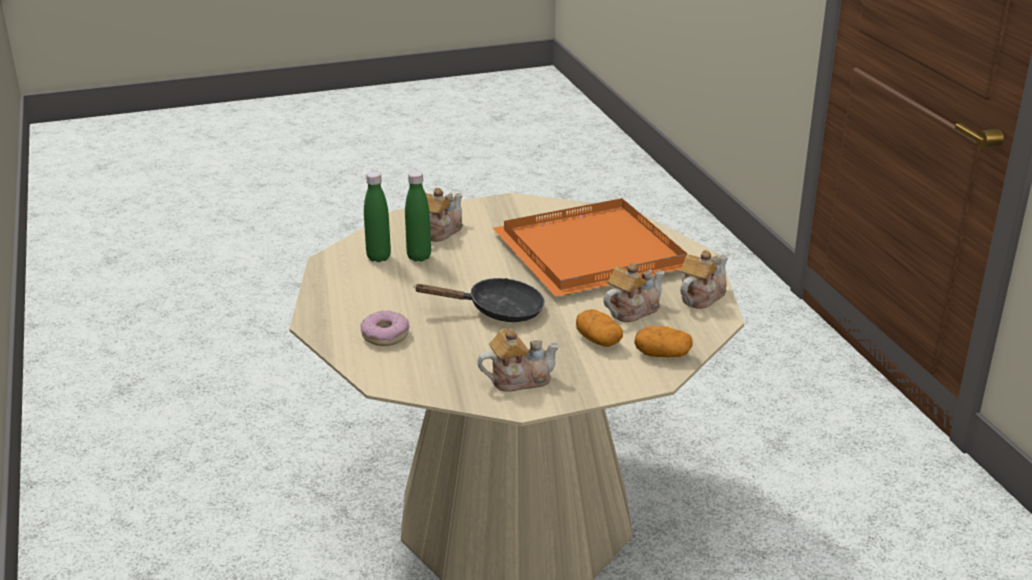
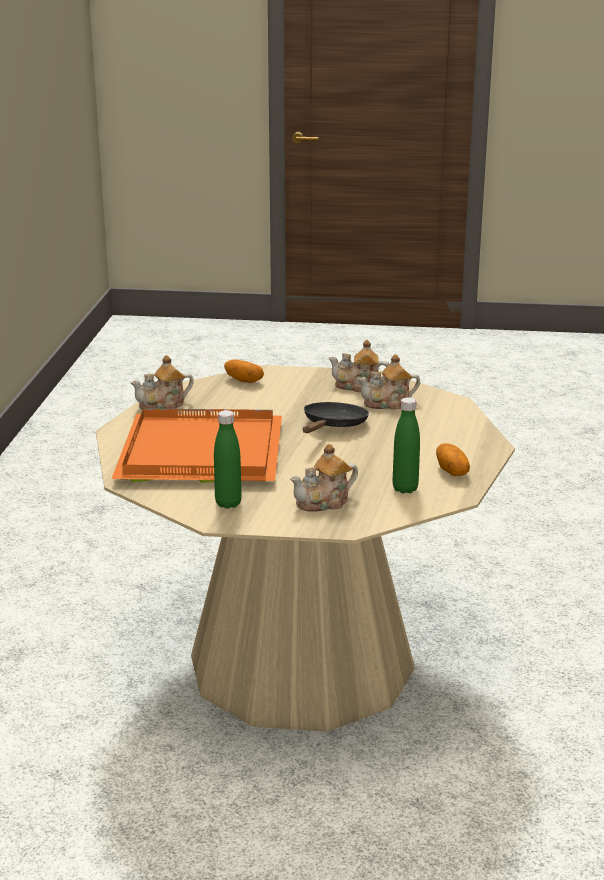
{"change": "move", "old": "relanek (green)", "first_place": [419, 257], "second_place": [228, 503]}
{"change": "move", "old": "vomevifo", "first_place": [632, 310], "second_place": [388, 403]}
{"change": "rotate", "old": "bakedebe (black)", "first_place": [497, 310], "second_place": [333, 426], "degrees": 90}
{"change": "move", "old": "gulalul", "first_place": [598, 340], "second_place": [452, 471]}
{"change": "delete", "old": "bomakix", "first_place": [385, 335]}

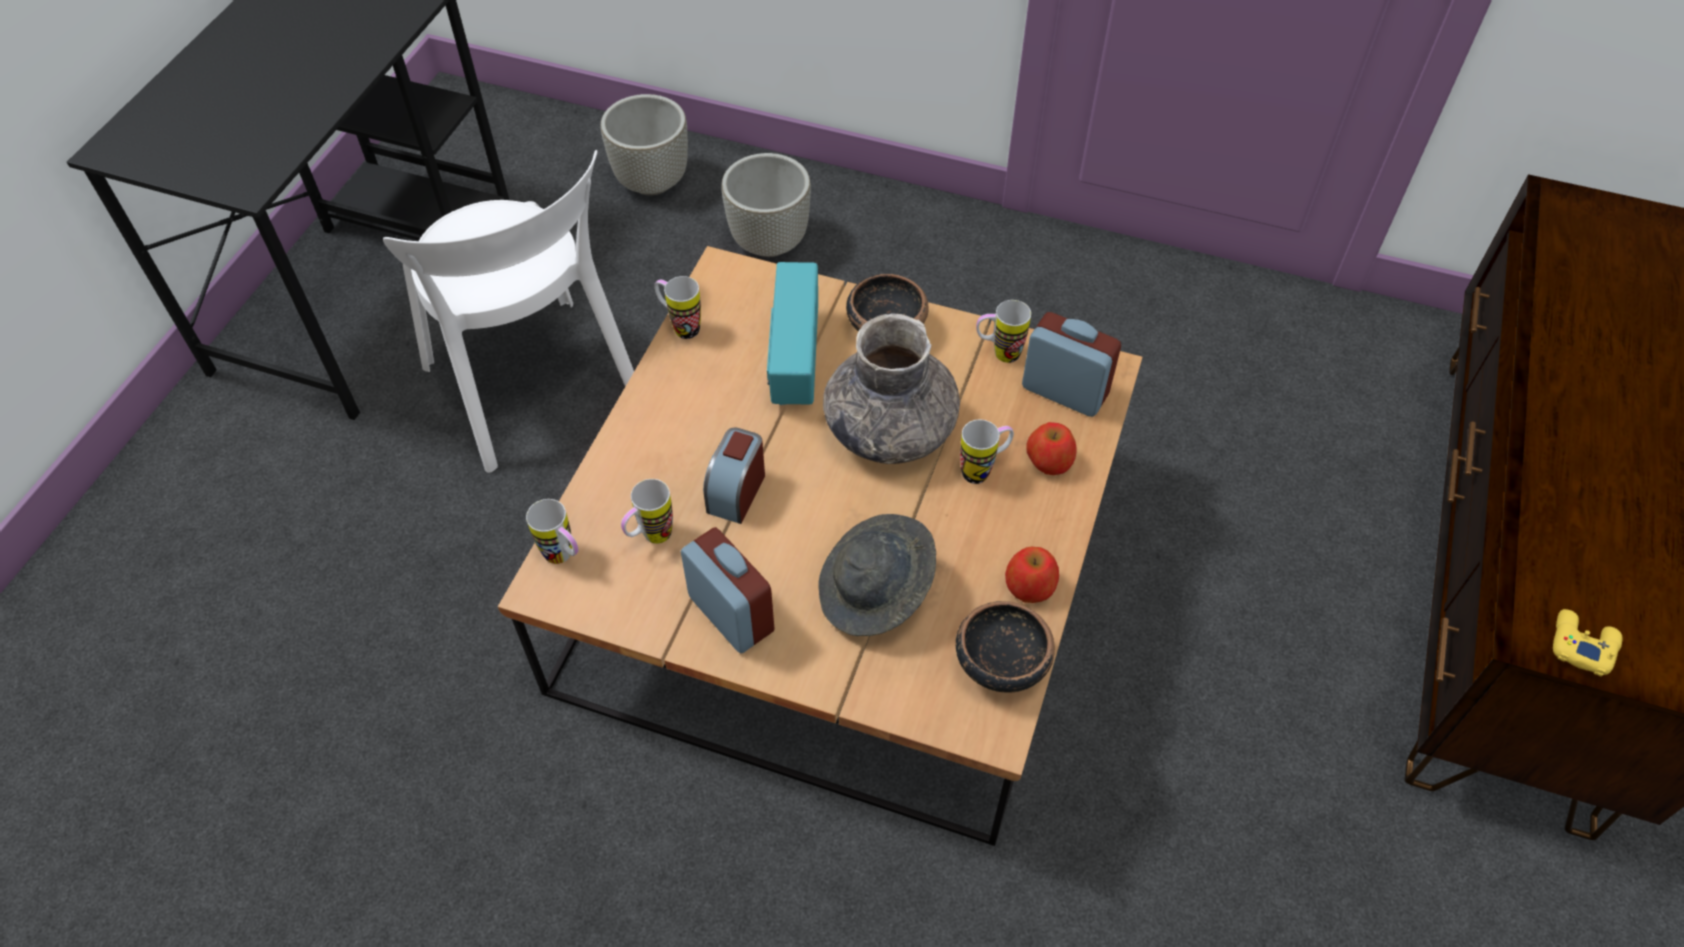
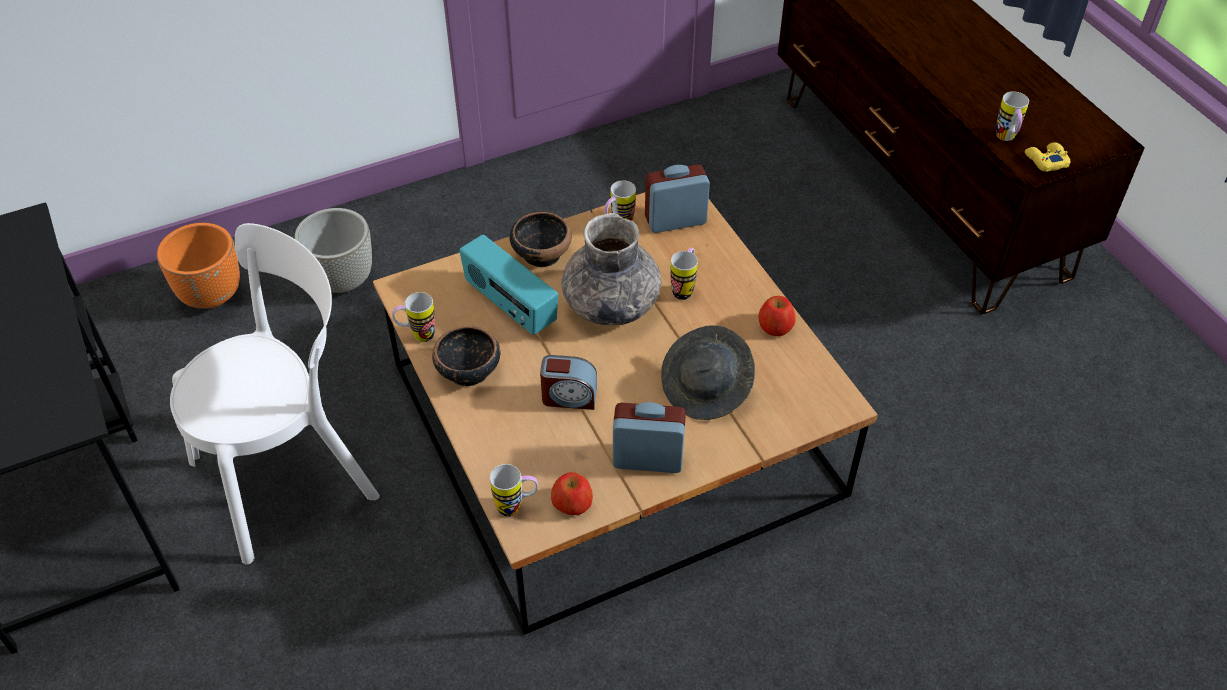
{"change": "recolor", "old": "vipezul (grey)", "new": "vipezul (orange)", "first_place": [653, 182], "second_place": [212, 295]}
{"change": "rotate", "old": "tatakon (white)", "first_place": [536, 389], "second_place": [292, 474], "degrees": -45}
{"change": "move", "old": "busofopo", "first_place": [1049, 460], "second_place": [572, 503]}
{"change": "rotate", "old": "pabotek", "first_place": [736, 491], "second_place": [569, 397], "degrees": -60}
{"change": "move", "old": "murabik", "first_place": [650, 538], "second_place": [1006, 139]}
{"change": "move", "old": "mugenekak", "first_place": [1000, 664], "second_place": [468, 371]}

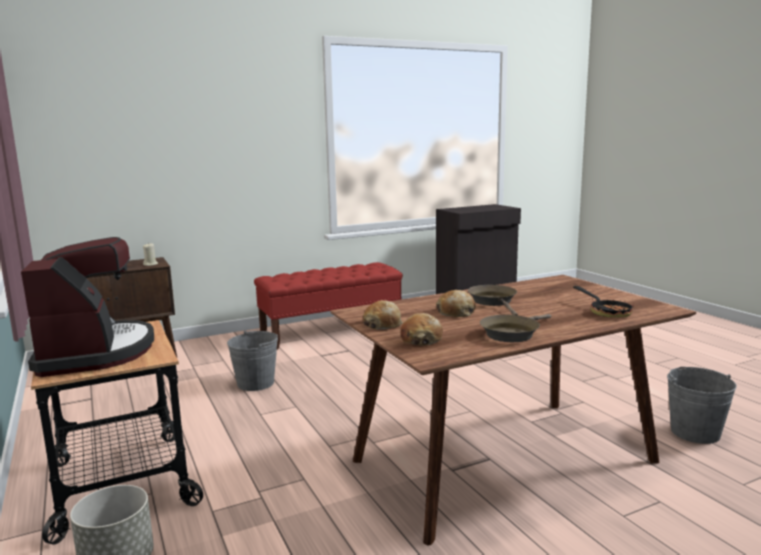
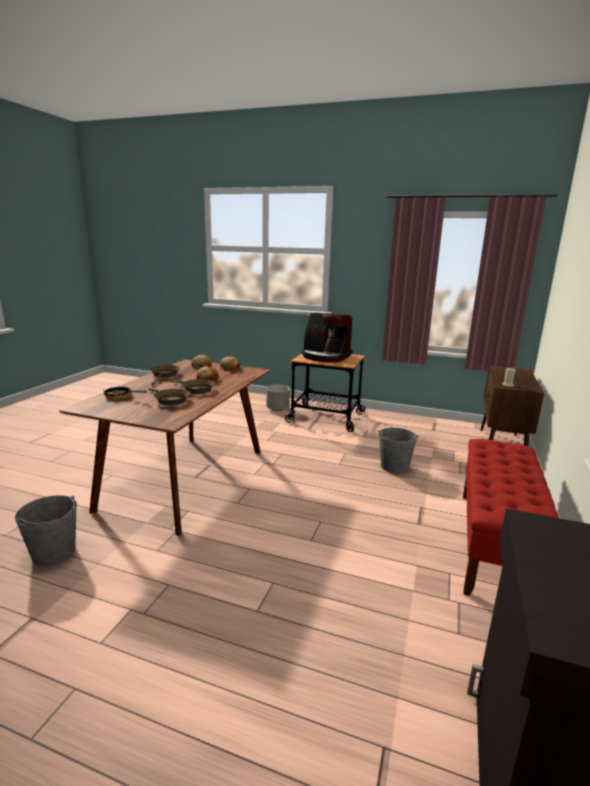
{"change": "insert", "new": "bakedebe (brown)", "second_place": [170, 400]}

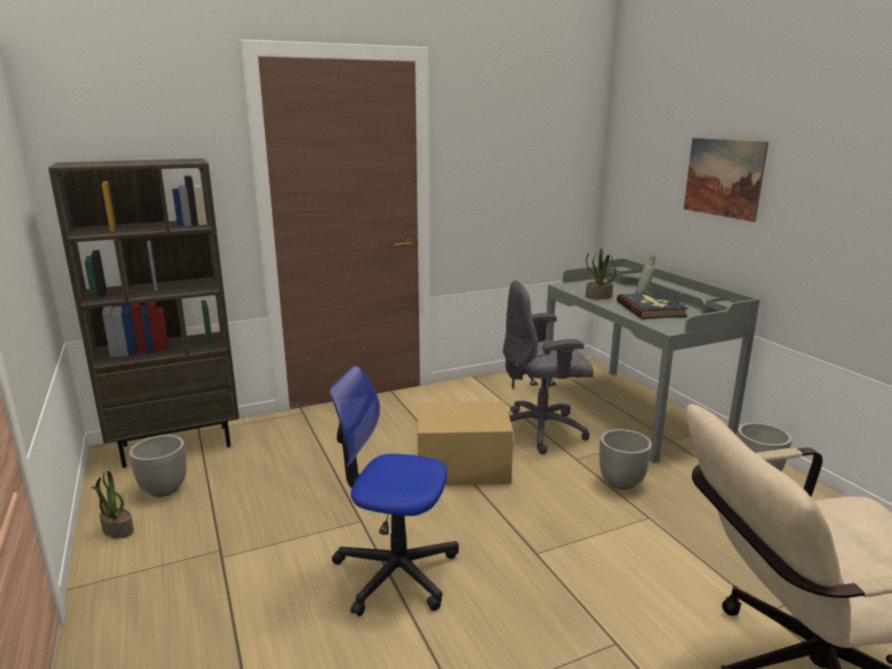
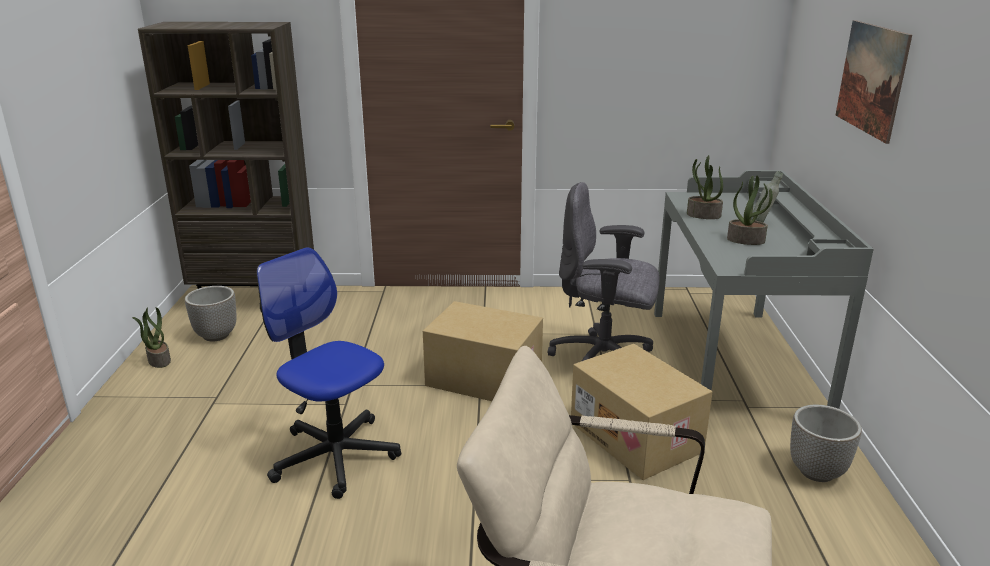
{"change": "replace", "old": "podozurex", "new": "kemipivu", "first_place": [651, 309], "second_place": [746, 240]}
{"change": "replace", "old": "vipezul", "new": "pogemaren", "first_place": [622, 482], "second_place": [637, 437]}

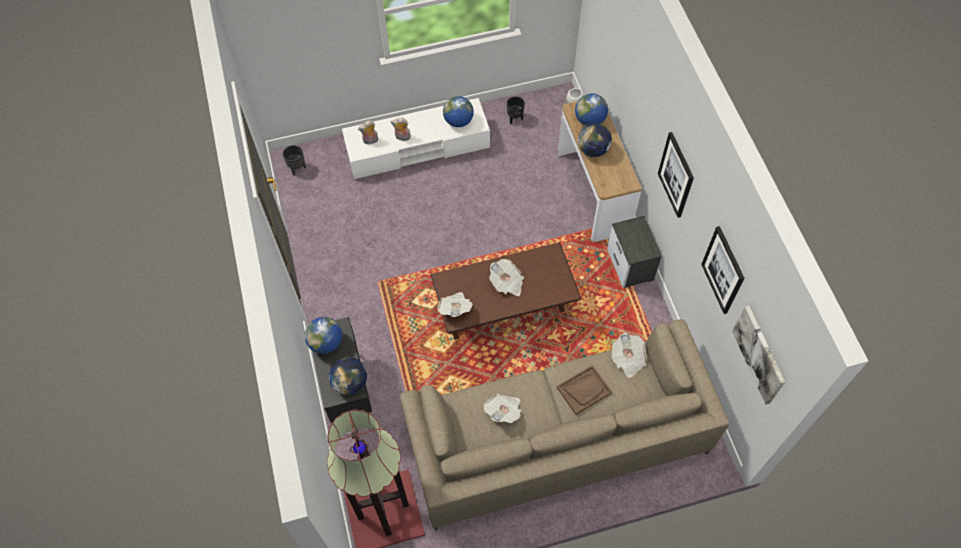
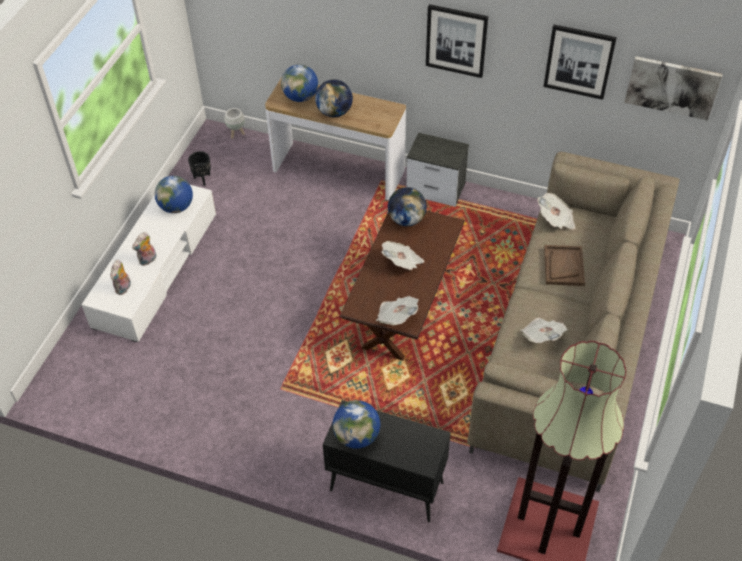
{"change": "delete", "old": "vipezul (black)", "first_place": [297, 168]}
{"change": "move", "old": "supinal", "first_place": [350, 382], "second_place": [406, 219]}

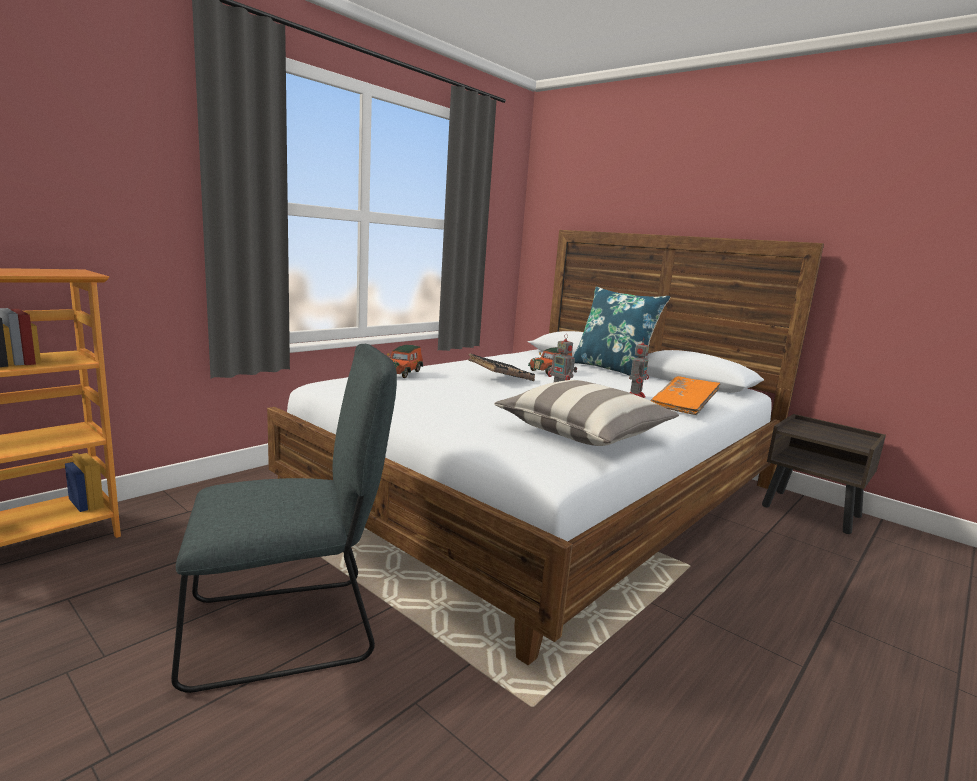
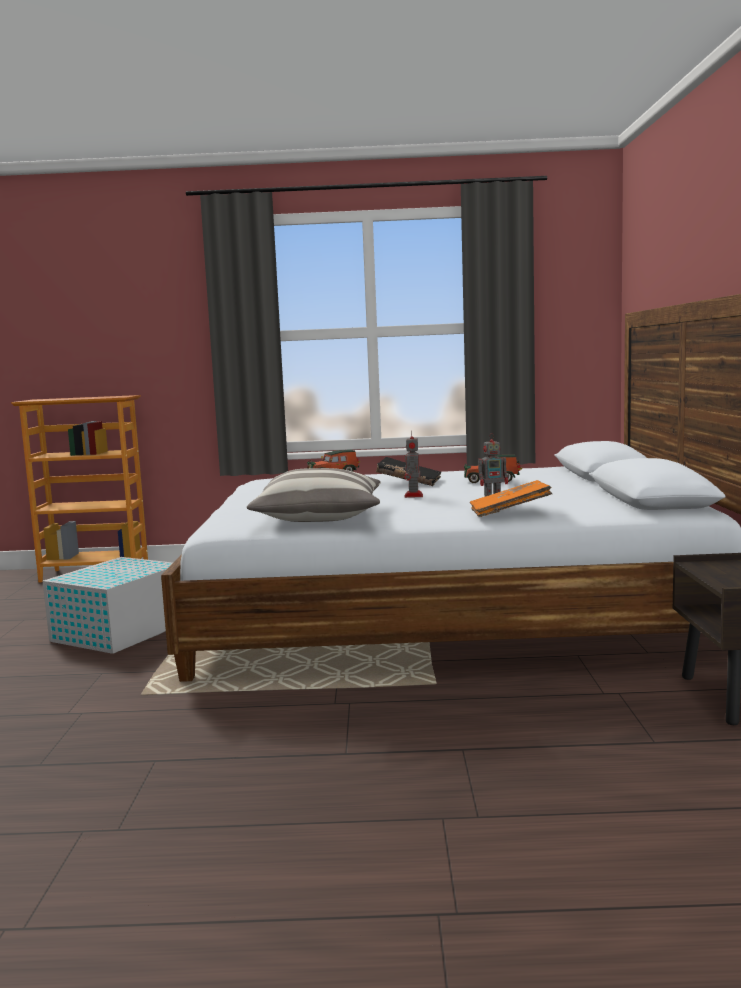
{"change": "delete", "old": "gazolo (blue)", "first_place": [612, 369]}
{"change": "replace", "old": "tatakon (grey)", "new": "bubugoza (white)", "first_place": [290, 629], "second_place": [118, 632]}

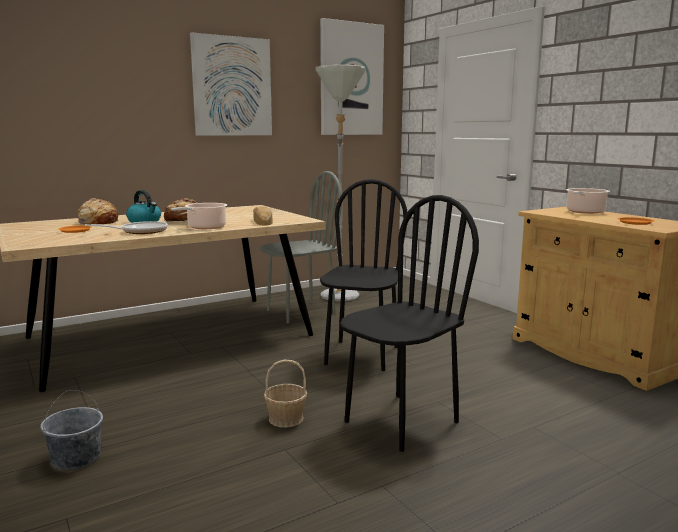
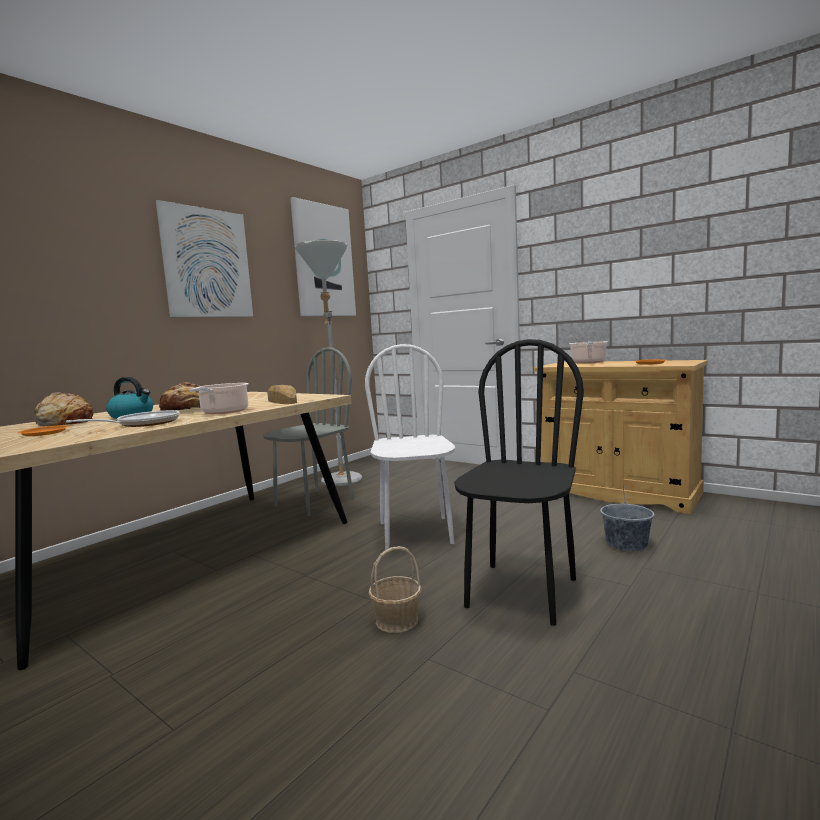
{"change": "recolor", "old": "tatakon (black)", "new": "tatakon (white)", "first_place": [361, 355], "second_place": [416, 533]}
{"change": "move", "old": "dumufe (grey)", "first_place": [75, 458], "second_place": [626, 544]}

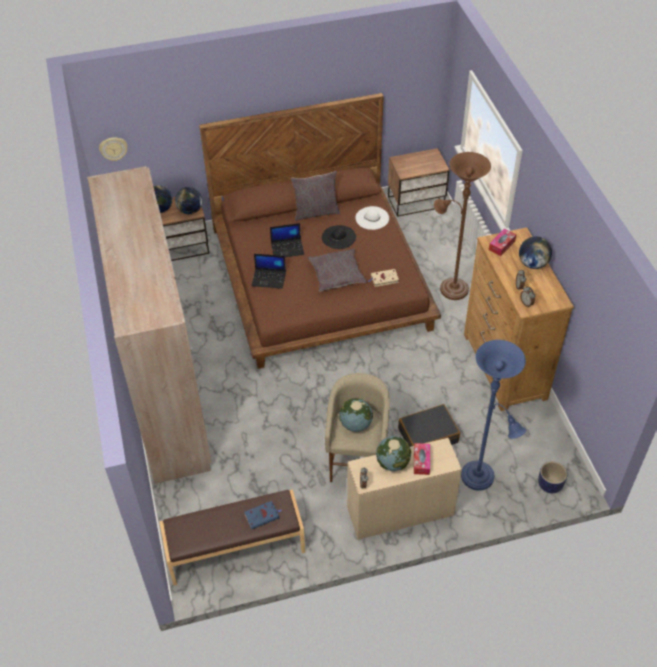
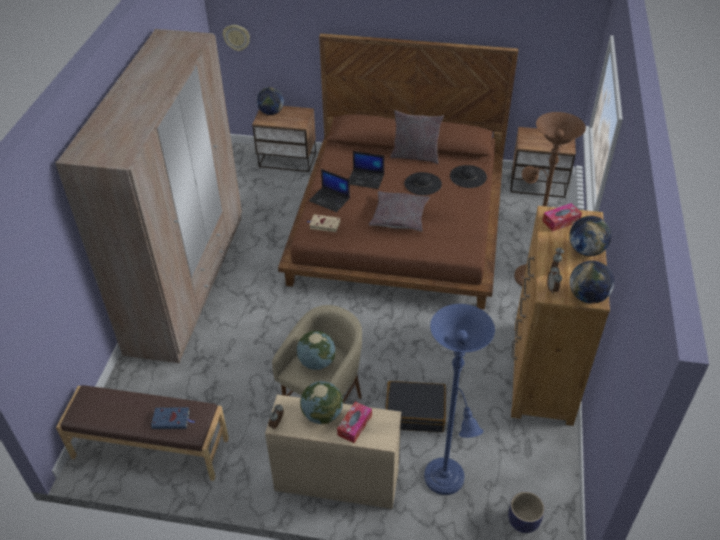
{"change": "move", "old": "supinal", "first_place": [190, 210], "second_place": [587, 296]}
{"change": "recolor", "old": "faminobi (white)", "new": "faminobi (black)", "first_place": [372, 218], "second_place": [468, 176]}
{"change": "move", "old": "podozurex (beige)", "first_place": [383, 279], "second_place": [324, 225]}

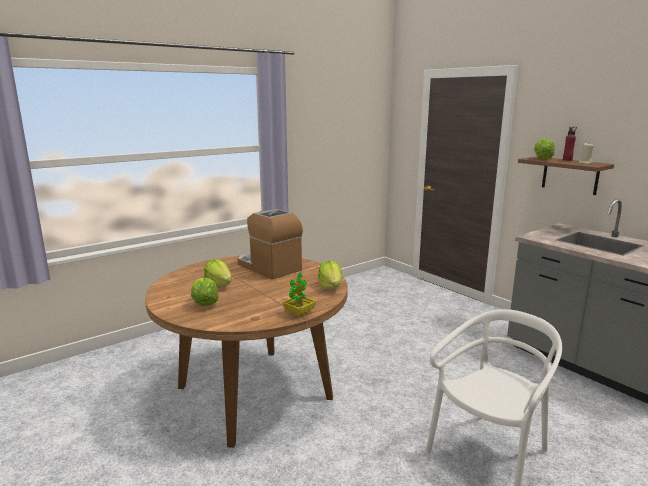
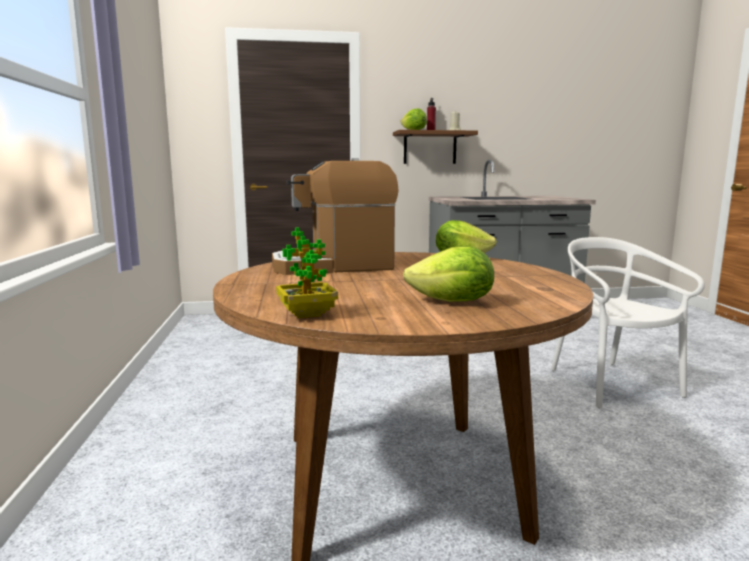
{"change": "delete", "old": "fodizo", "first_place": [219, 285]}
{"change": "move", "old": "kemipivu", "first_place": [299, 313], "second_place": [307, 314]}

